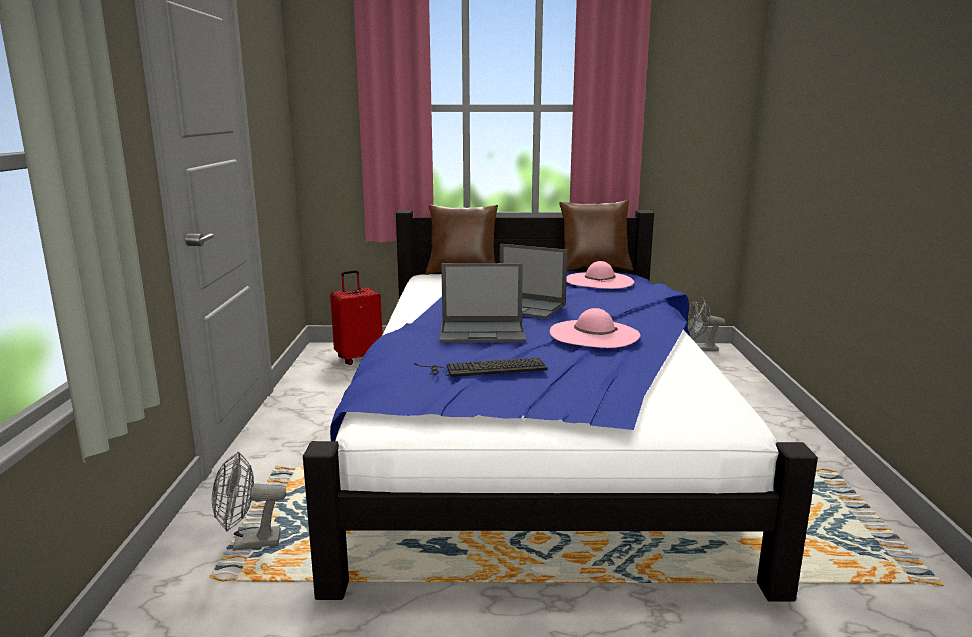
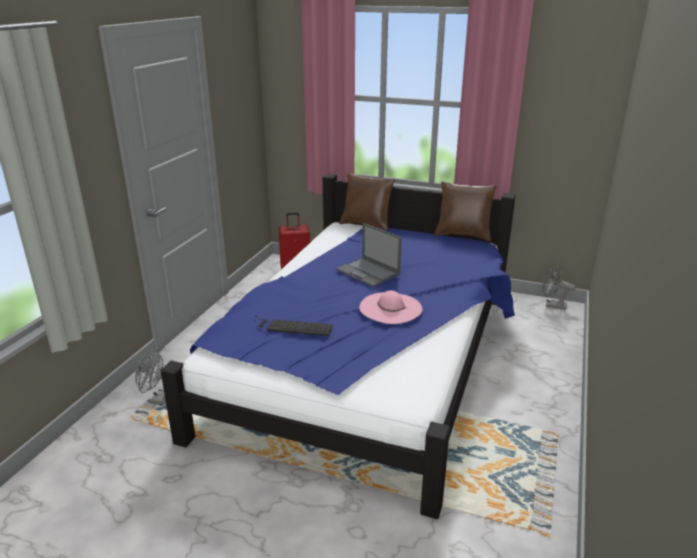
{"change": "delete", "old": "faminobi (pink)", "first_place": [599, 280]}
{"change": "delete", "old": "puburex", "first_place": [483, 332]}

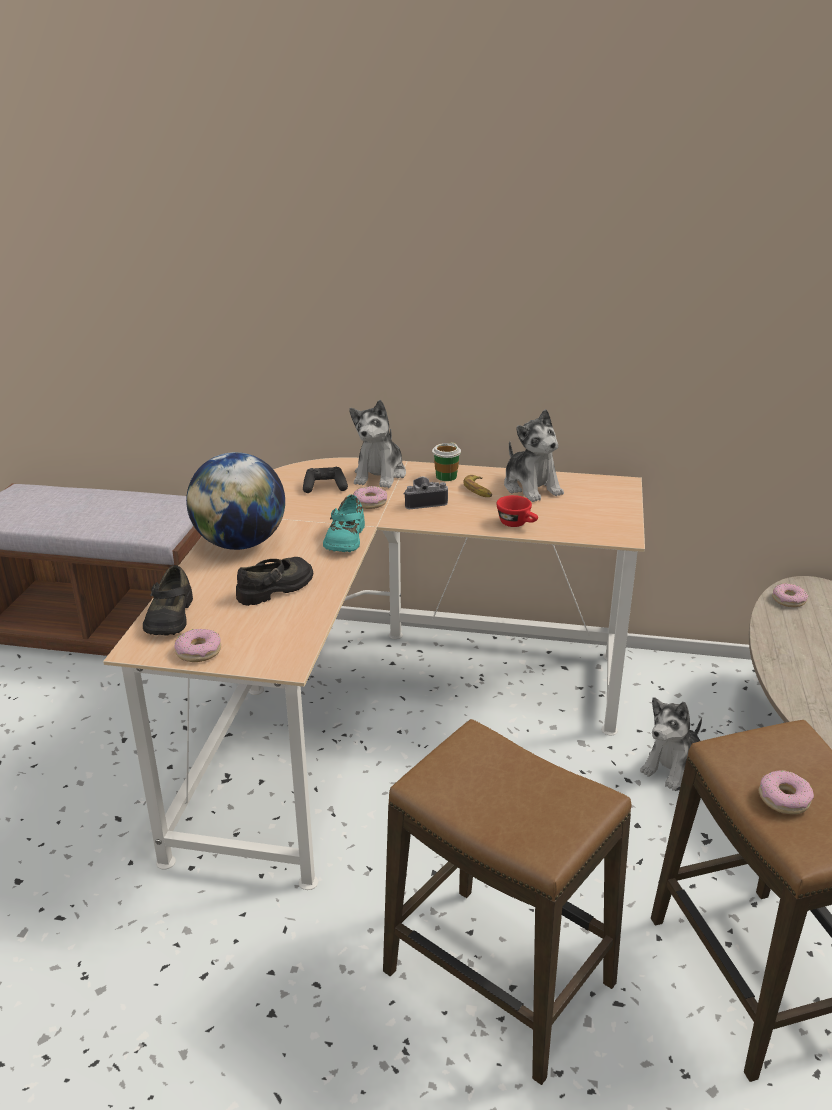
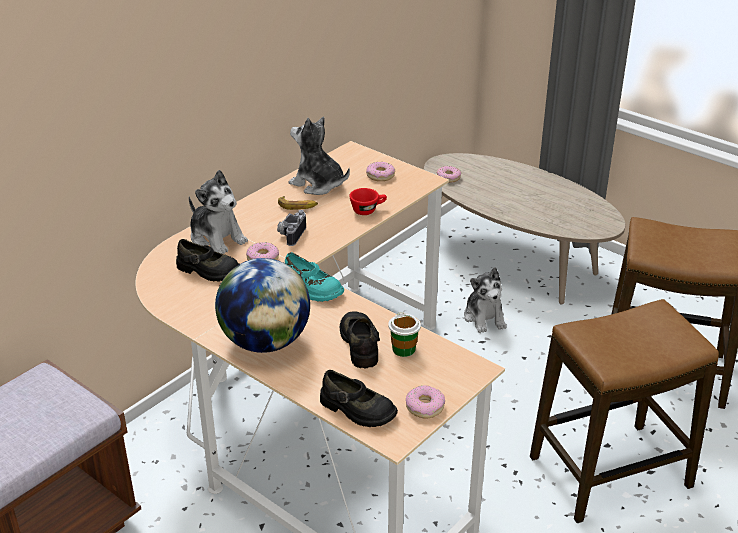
{"change": "rotate", "old": "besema", "first_place": [531, 487], "second_place": [318, 184], "degrees": -150}
{"change": "move", "old": "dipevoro", "first_place": [446, 477], "second_place": [404, 349]}
{"change": "replace", "old": "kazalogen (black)", "new": "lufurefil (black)", "first_place": [325, 487], "second_place": [208, 271]}
{"change": "move", "old": "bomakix", "first_place": [783, 798], "second_place": [380, 175]}

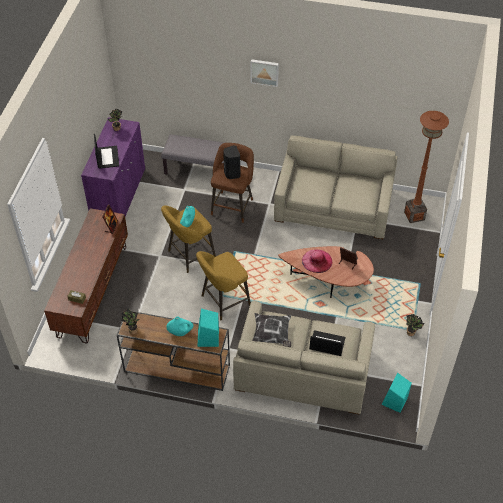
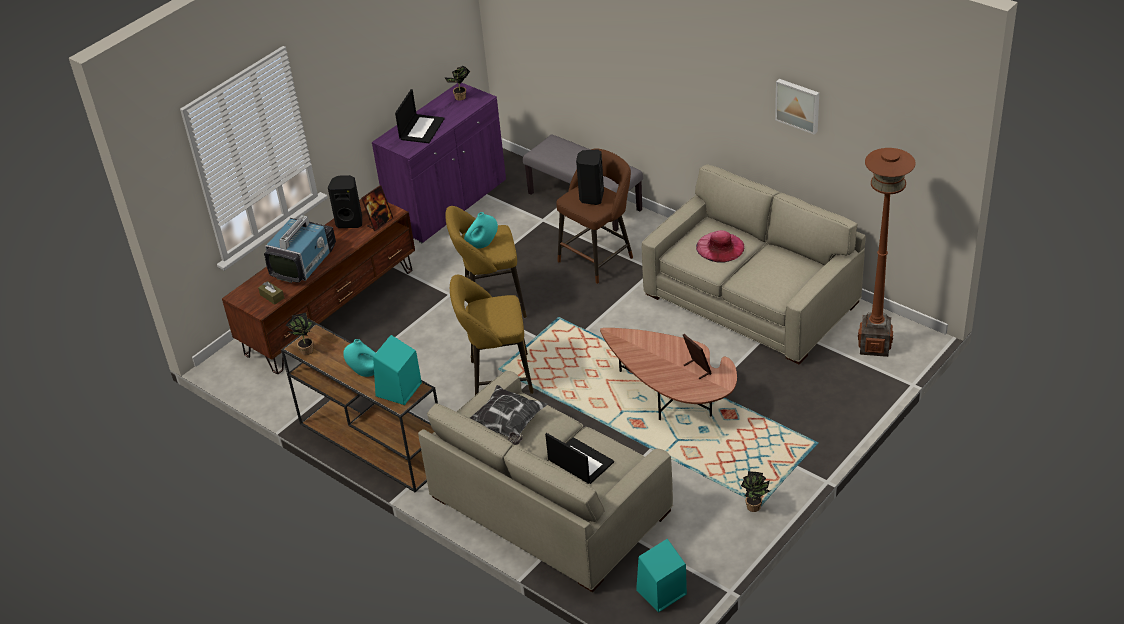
{"change": "move", "old": "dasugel", "first_place": [264, 72], "second_place": [798, 105]}
{"change": "move", "old": "faminobi (pink)", "first_place": [317, 261], "second_place": [720, 247]}
{"change": "insert", "new": "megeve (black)", "second_place": [350, 222]}
{"change": "insert", "new": "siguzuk", "second_place": [304, 262]}

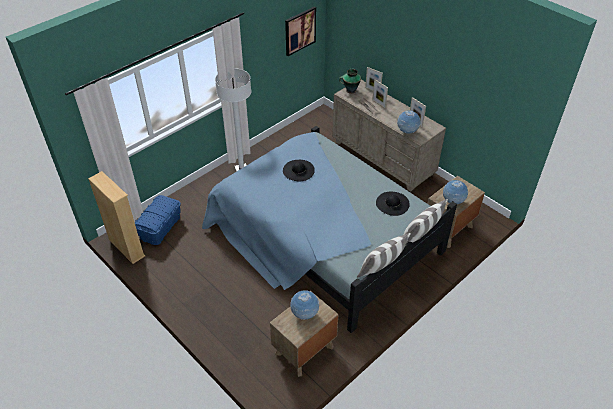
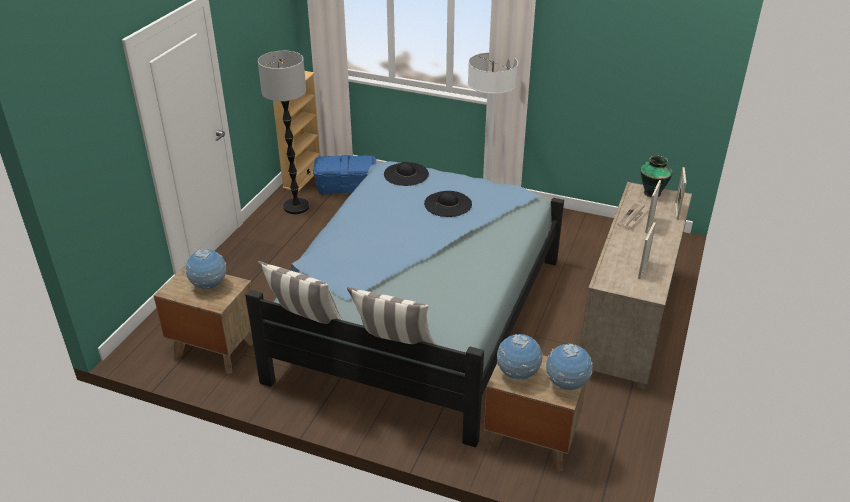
{"change": "delete", "old": "dasugel", "first_place": [300, 30]}
{"change": "move", "old": "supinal", "first_place": [407, 132], "second_place": [566, 385]}
{"change": "move", "old": "faminobi (black)", "first_place": [392, 203], "second_place": [406, 174]}
{"change": "insert", "new": "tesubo", "second_place": [296, 207]}

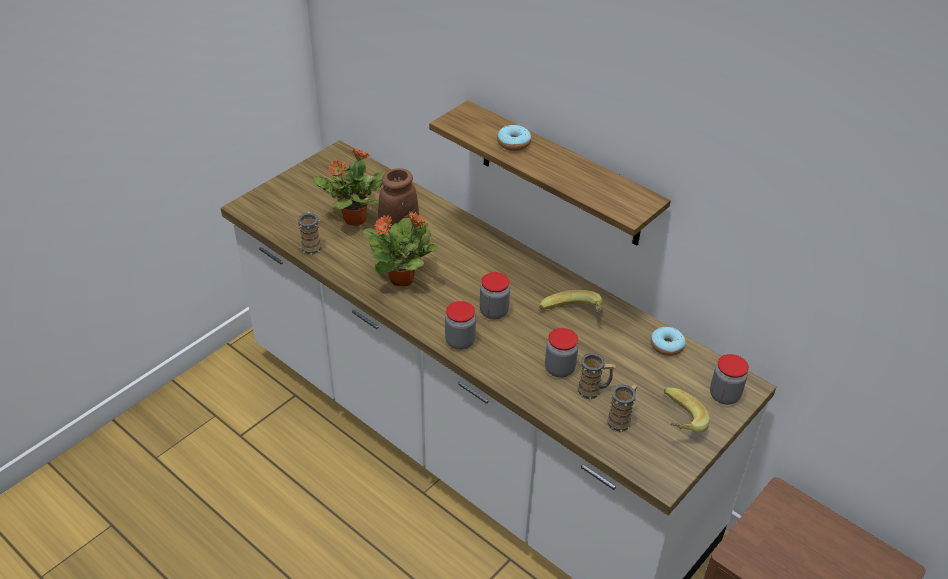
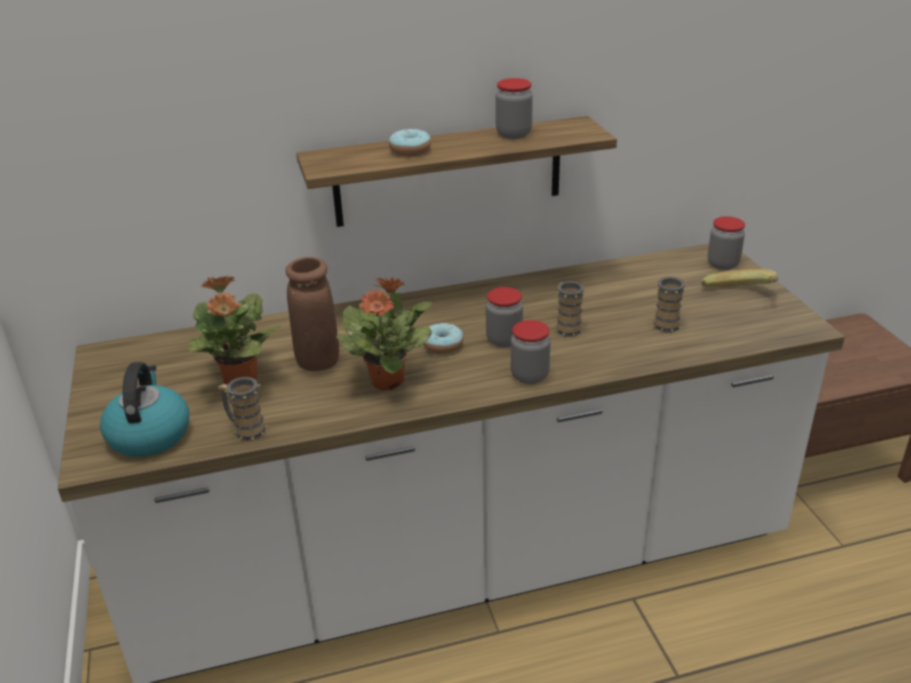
{"change": "delete", "old": "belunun", "first_place": [572, 317]}
{"change": "move", "old": "bomakix", "first_place": [666, 346], "second_place": [443, 345]}
{"change": "move", "old": "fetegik", "first_place": [559, 369], "second_place": [513, 134]}
{"change": "move", "old": "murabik", "first_place": [621, 420], "second_place": [566, 327]}
{"change": "insert", "new": "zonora", "second_place": [149, 434]}

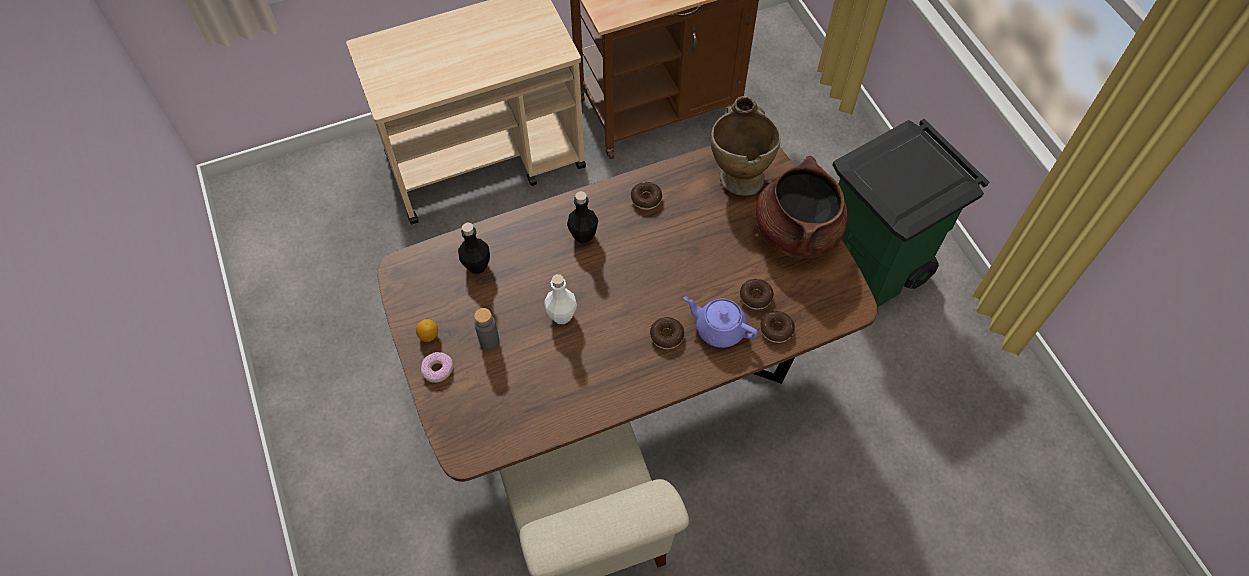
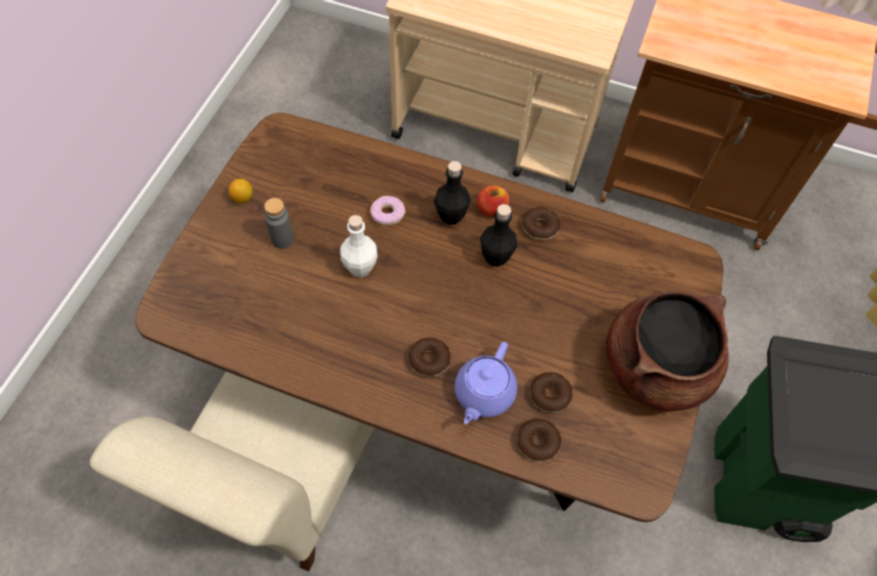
{"change": "delete", "old": "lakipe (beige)", "first_place": [738, 171]}
{"change": "move", "old": "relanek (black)", "first_place": [477, 265], "second_place": [496, 257]}
{"change": "rotate", "old": "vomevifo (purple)", "first_place": [718, 328], "second_place": [483, 394], "degrees": -135}
{"change": "move", "old": "bomakix", "first_place": [437, 369], "second_place": [387, 214]}
{"change": "insert", "new": "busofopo", "second_place": [491, 209]}

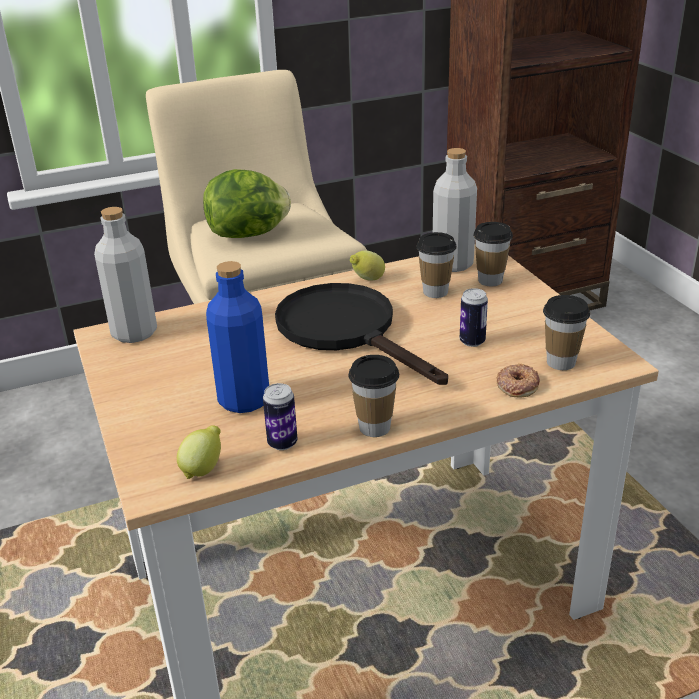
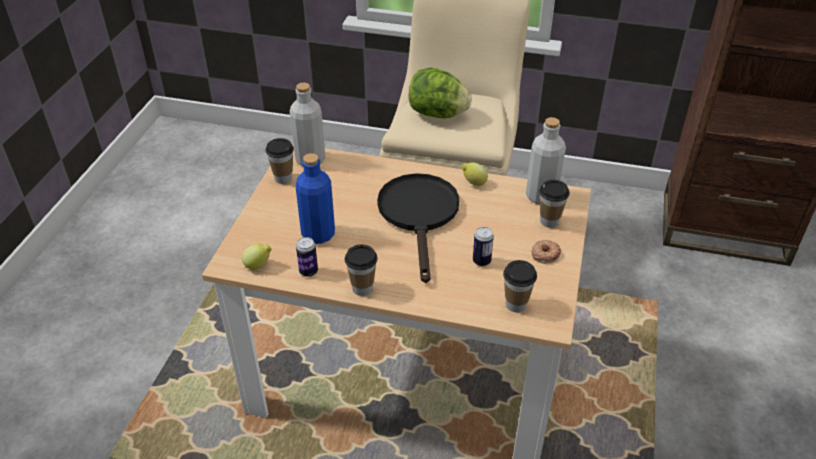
{"change": "move", "old": "dipevoro", "first_place": [435, 292], "second_place": [283, 178]}
{"change": "move", "old": "bomakix", "first_place": [517, 385], "second_place": [545, 254]}

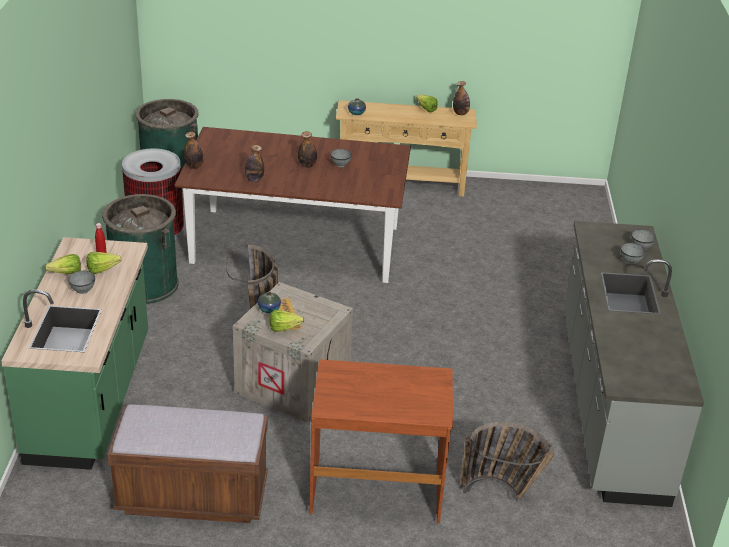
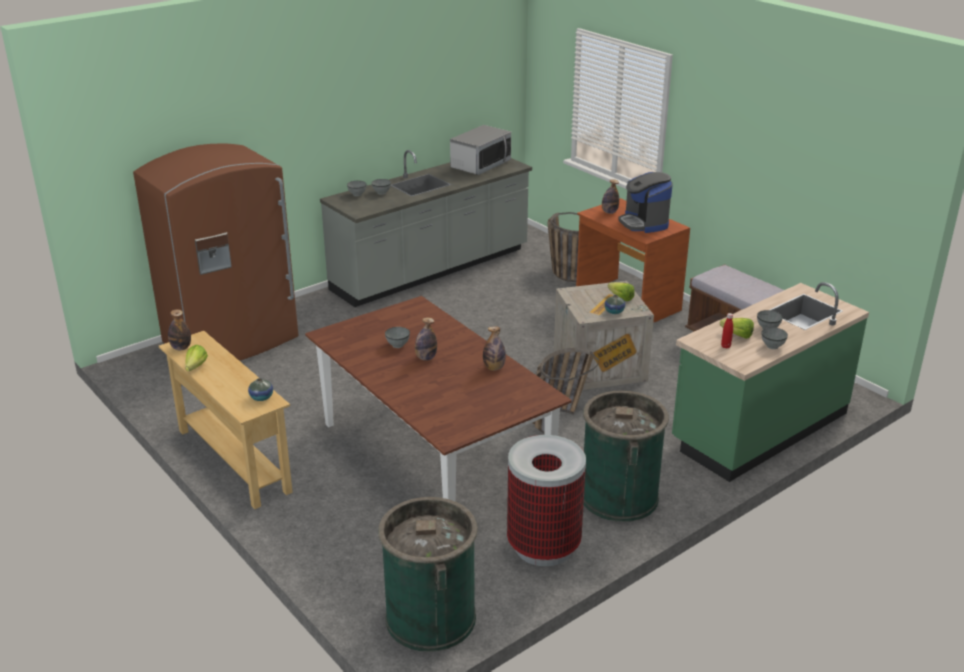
{"change": "move", "old": "relanek", "first_place": [194, 166], "second_place": [609, 212]}
{"change": "replace", "old": "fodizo", "new": "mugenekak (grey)", "first_place": [63, 273], "second_place": [772, 346]}
{"change": "insert", "new": "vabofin", "second_place": [480, 165]}
{"change": "insert", "new": "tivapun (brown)", "second_place": [232, 341]}
{"change": "insert", "new": "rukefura", "second_place": [644, 223]}

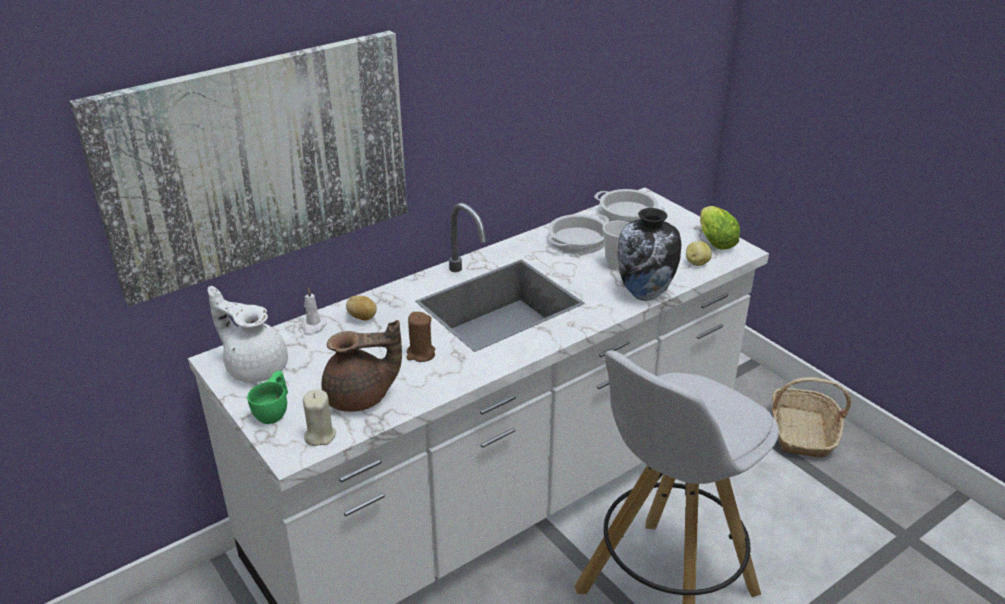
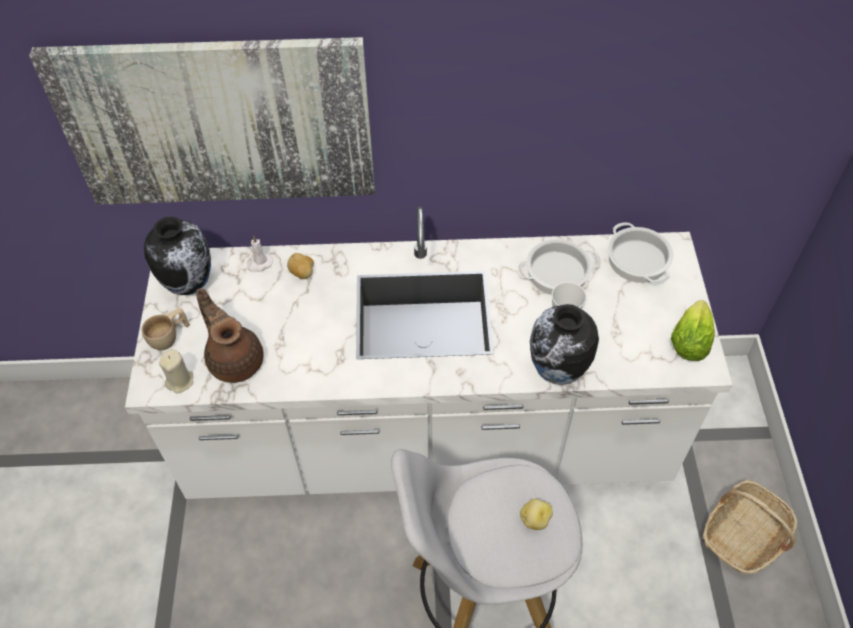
{"change": "move", "old": "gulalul", "first_place": [696, 263], "second_place": [534, 519]}
{"change": "replace", "old": "vomevifo (white)", "new": "lakipe", "first_place": [255, 367], "second_place": [190, 284]}
{"change": "delete", "old": "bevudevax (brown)", "first_place": [420, 354]}
{"change": "rotate", "old": "vomevifo (brown)", "first_place": [360, 398], "second_place": [235, 359], "degrees": -150}
{"change": "recolor", "old": "dipevoro (green)", "new": "dipevoro (beige)", "first_place": [274, 410], "second_place": [170, 337]}

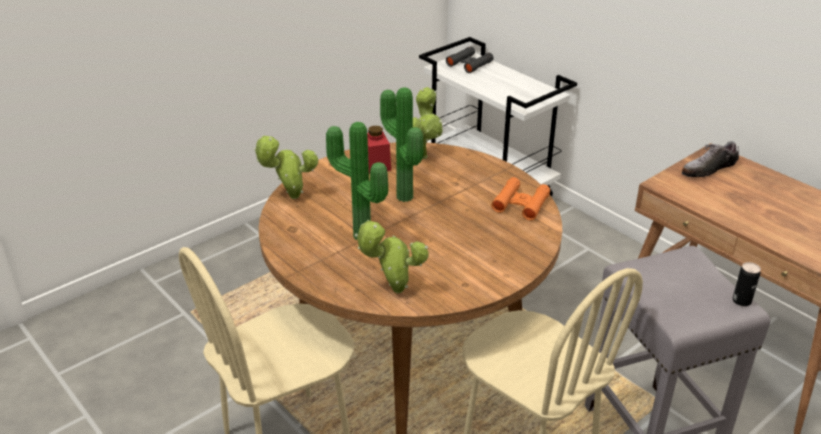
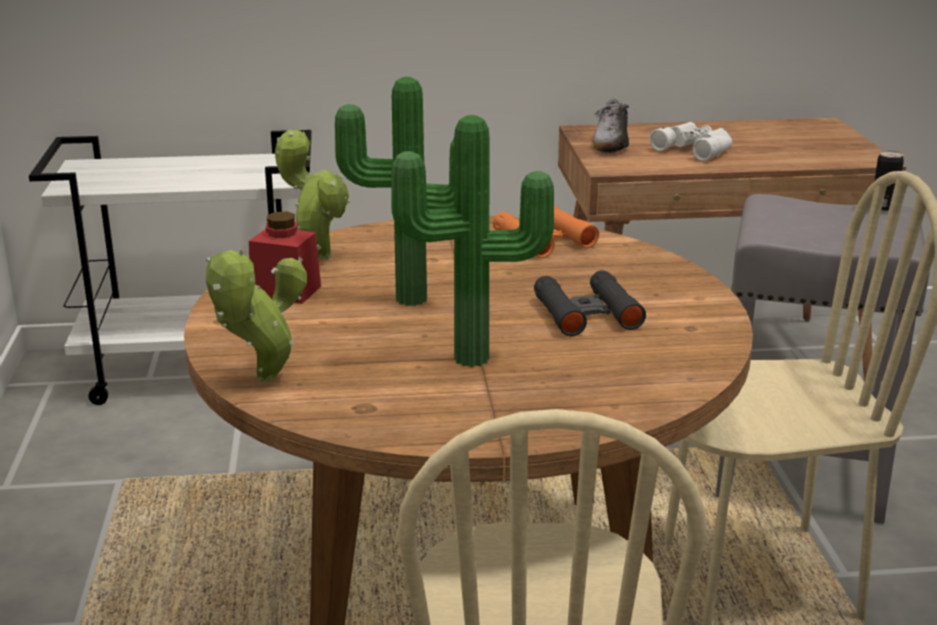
{"change": "move", "old": "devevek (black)", "first_place": [469, 64], "second_place": [586, 314]}
{"change": "delete", "old": "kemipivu", "first_place": [393, 290]}
{"change": "insert", "new": "devevek (white)", "second_place": [696, 149]}

